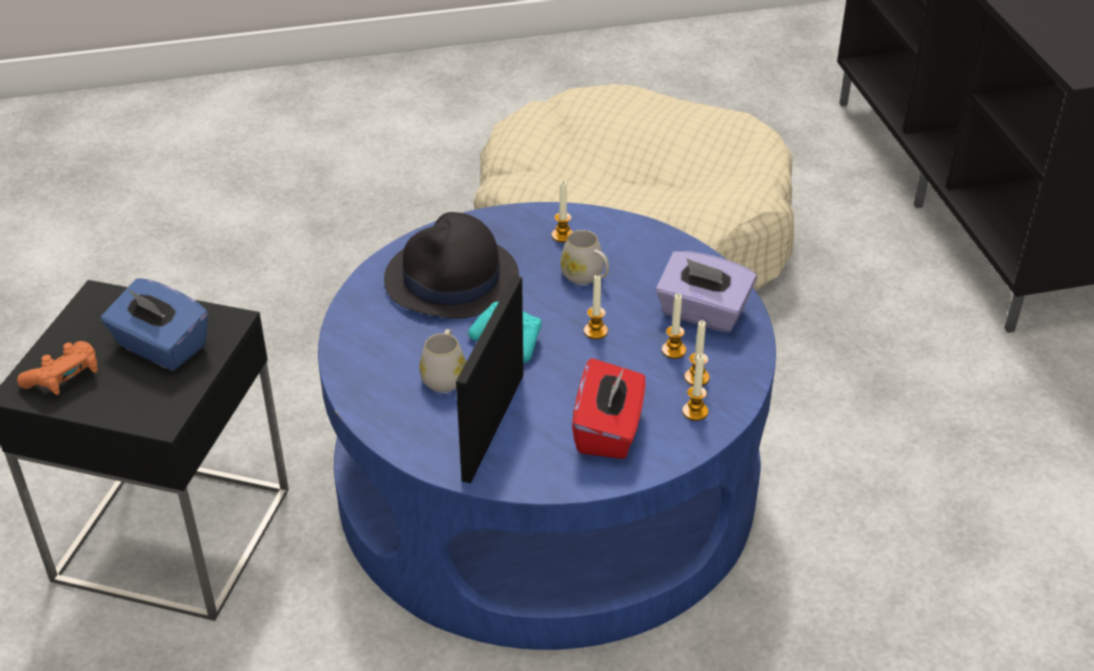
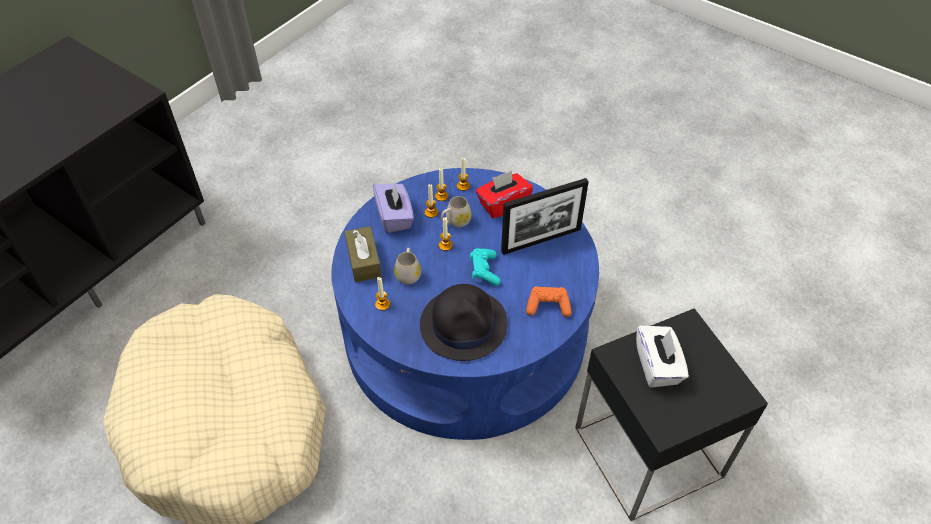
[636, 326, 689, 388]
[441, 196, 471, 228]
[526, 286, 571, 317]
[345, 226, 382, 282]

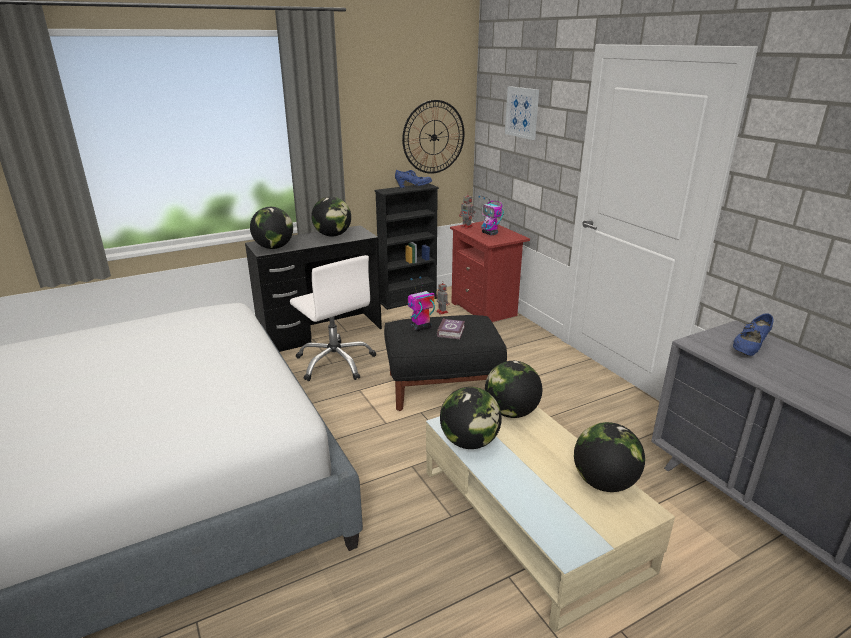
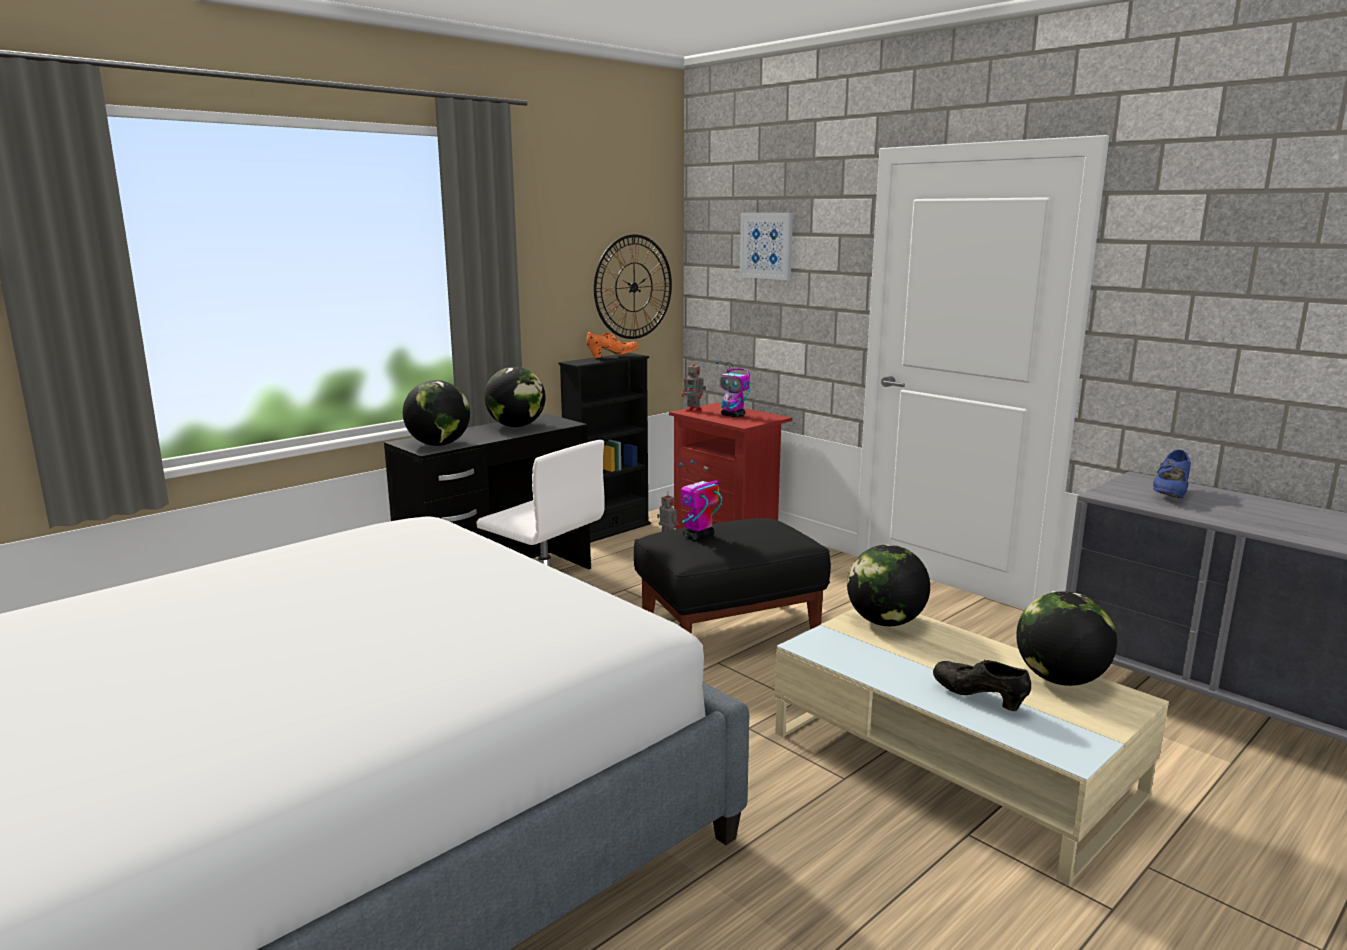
[586, 332, 639, 358]
[437, 318, 465, 339] (first image)
[440, 387, 502, 449] (first image)
[933, 660, 1031, 711]

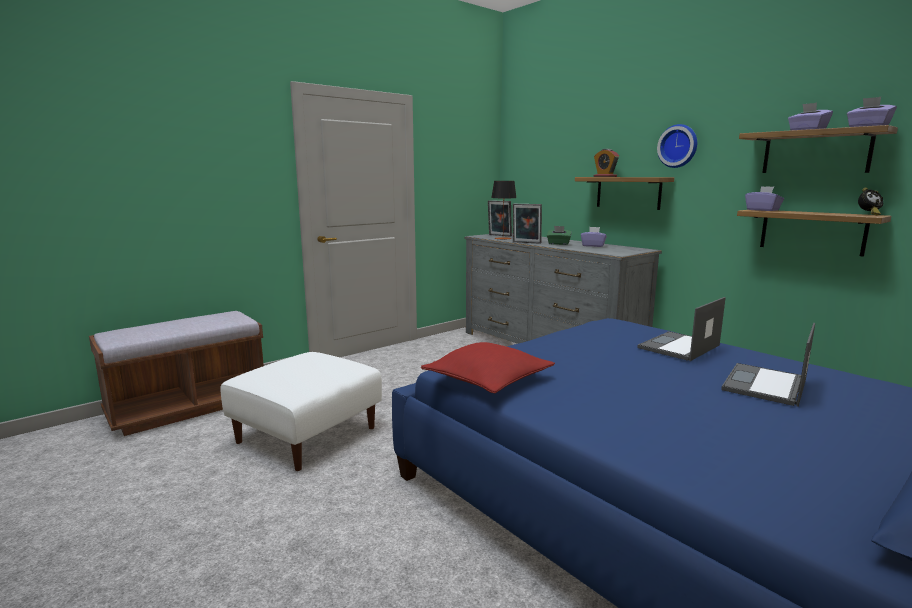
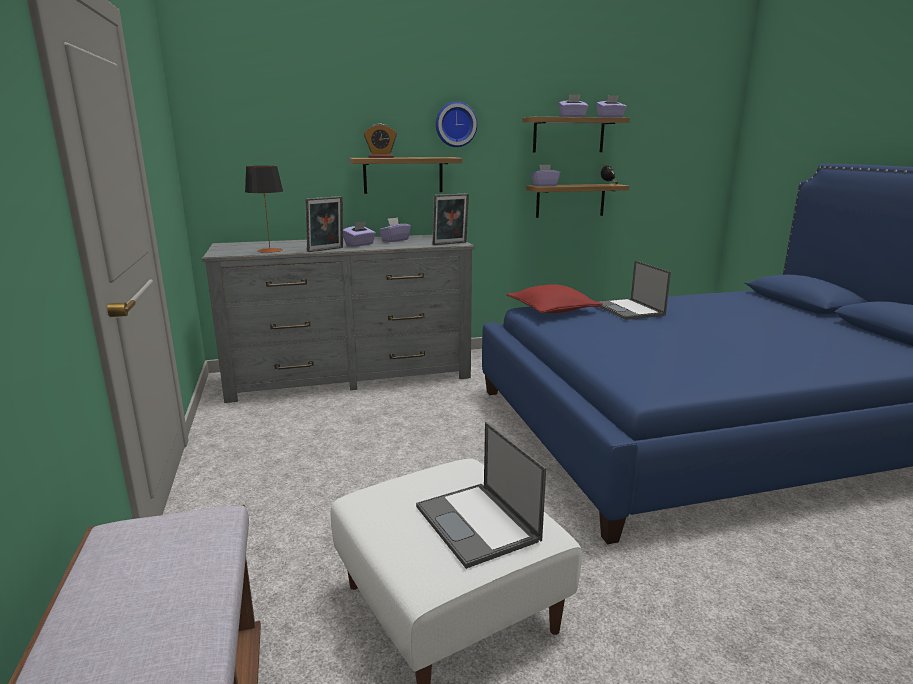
[432, 193, 469, 245]
[343, 221, 376, 247]
[416, 422, 546, 569]
[506, 284, 603, 313]

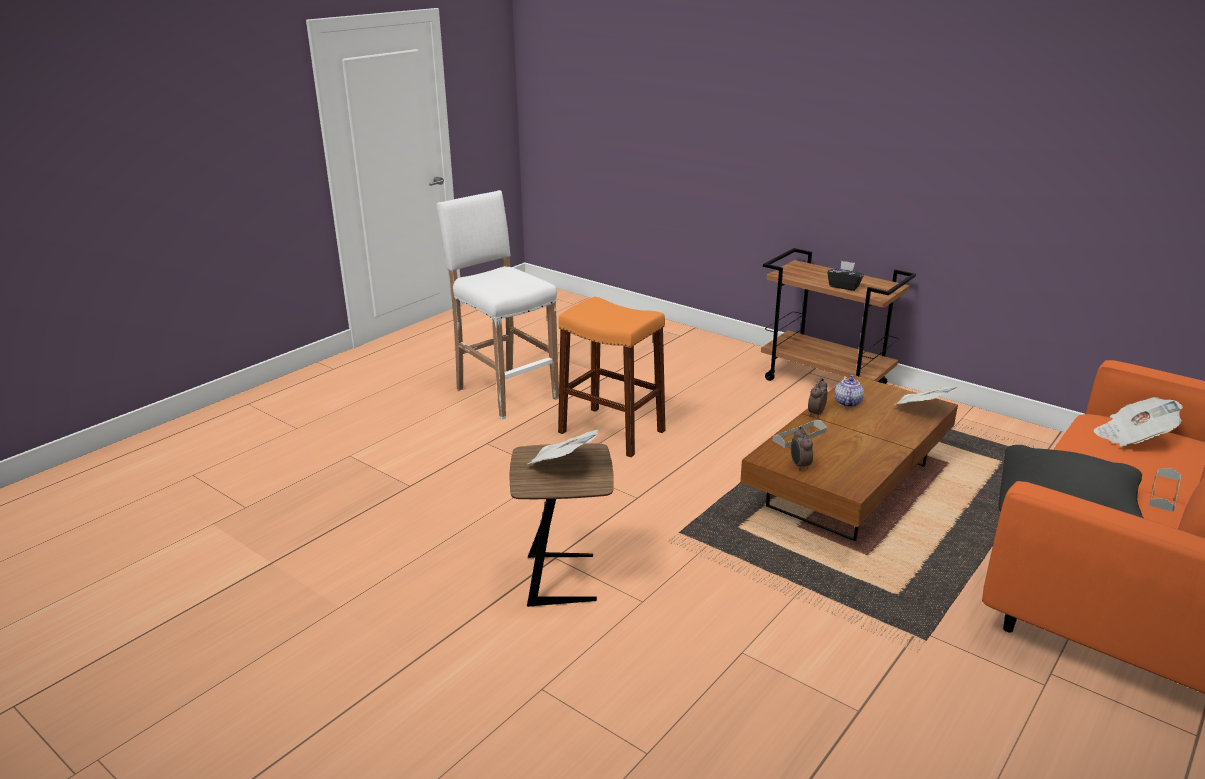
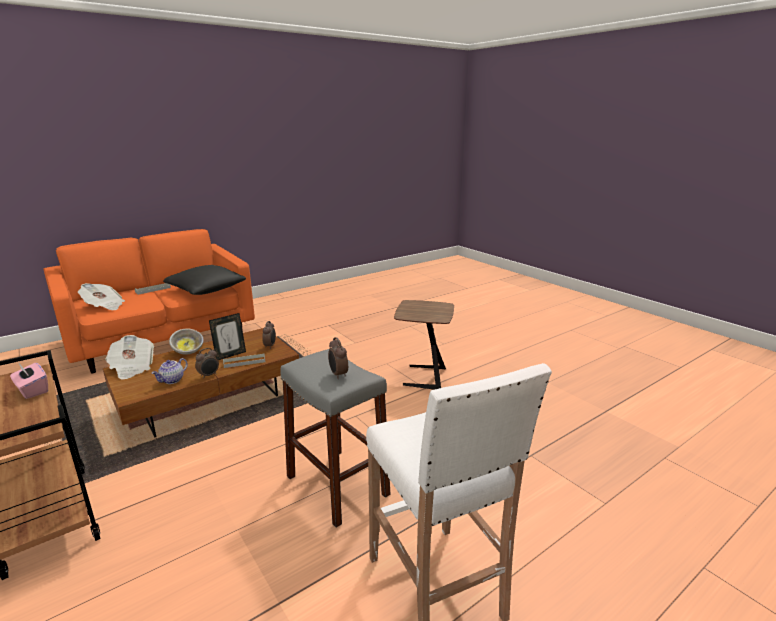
[10, 362, 48, 399]
[280, 349, 390, 528]
[528, 429, 600, 464] (first image)
[209, 313, 246, 360]
[169, 328, 204, 354]
[328, 337, 348, 379]

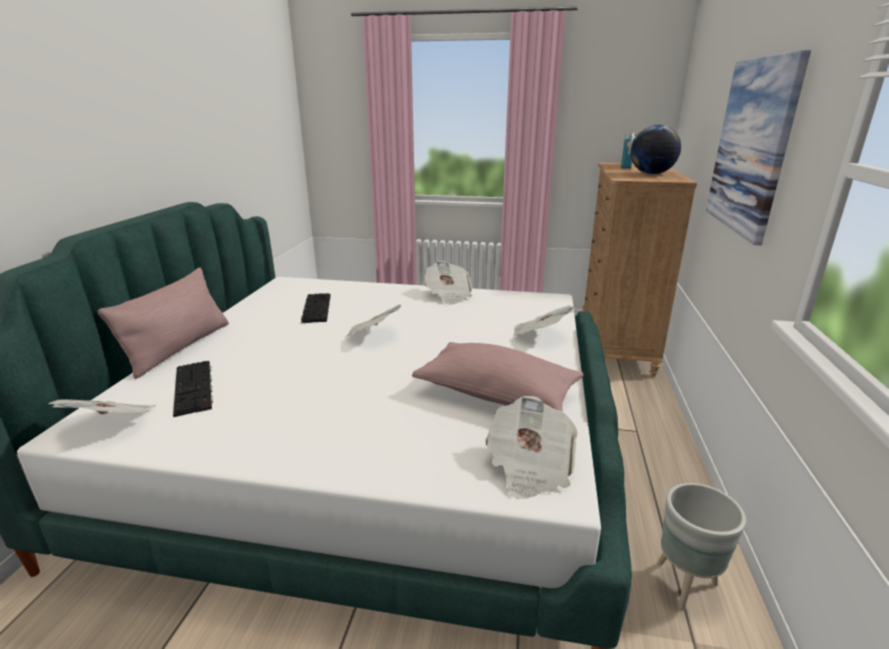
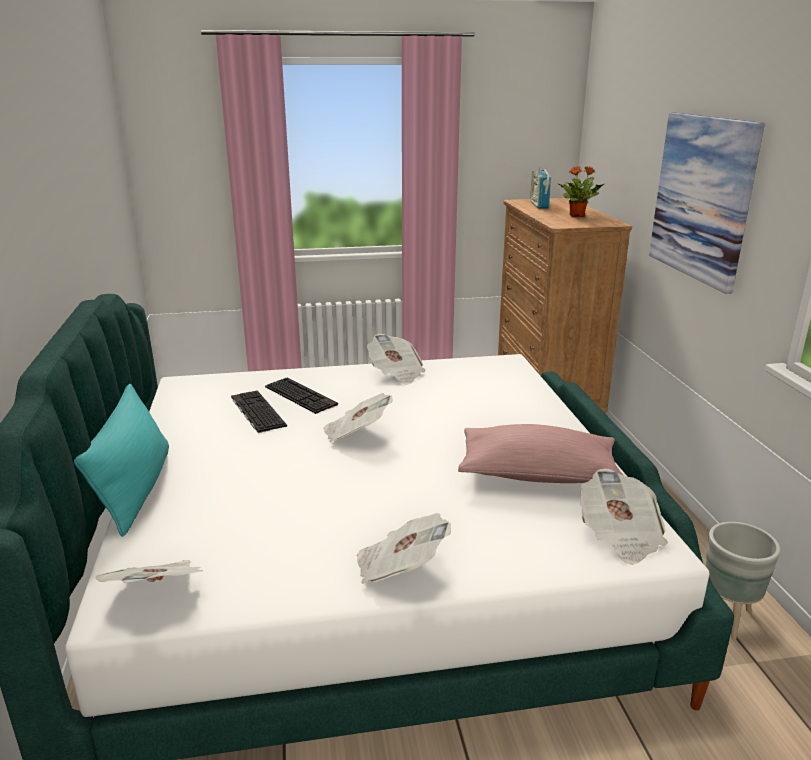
[557, 166, 604, 217]
[74, 384, 169, 537]
[357, 513, 451, 584]
[265, 378, 338, 414]

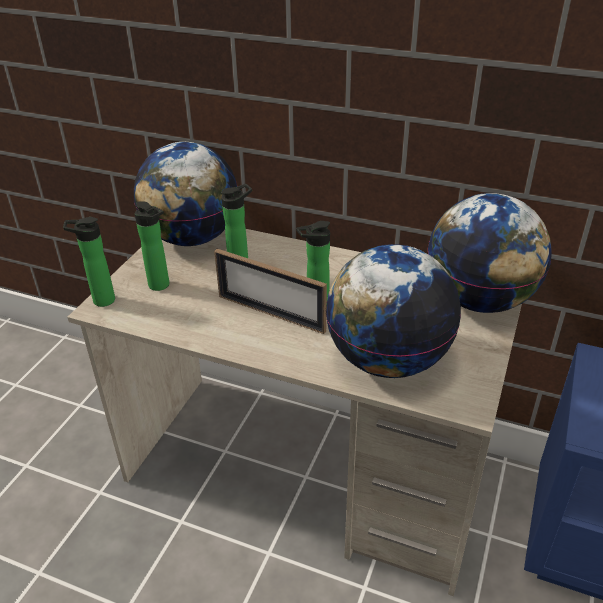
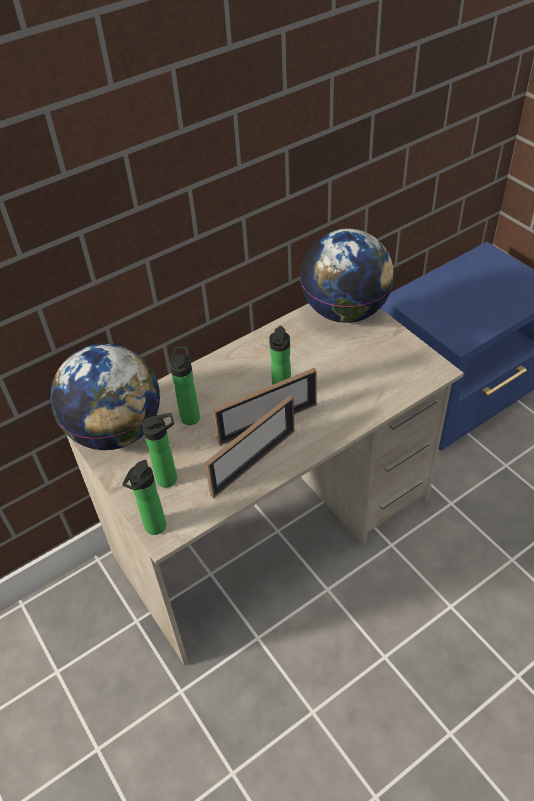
[326, 244, 461, 378] (first image)
[205, 395, 294, 498]

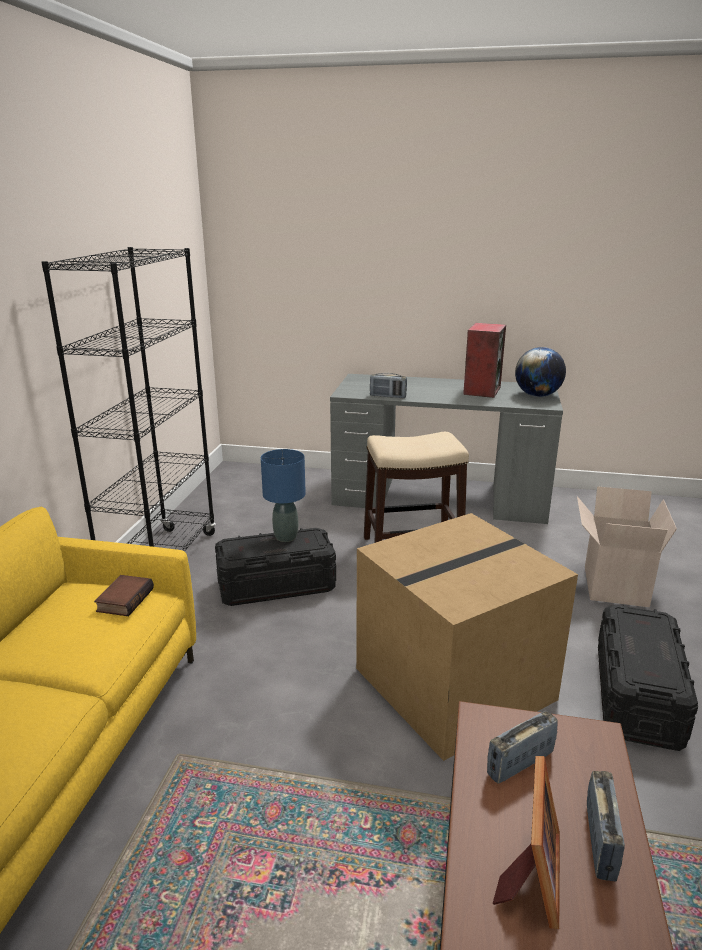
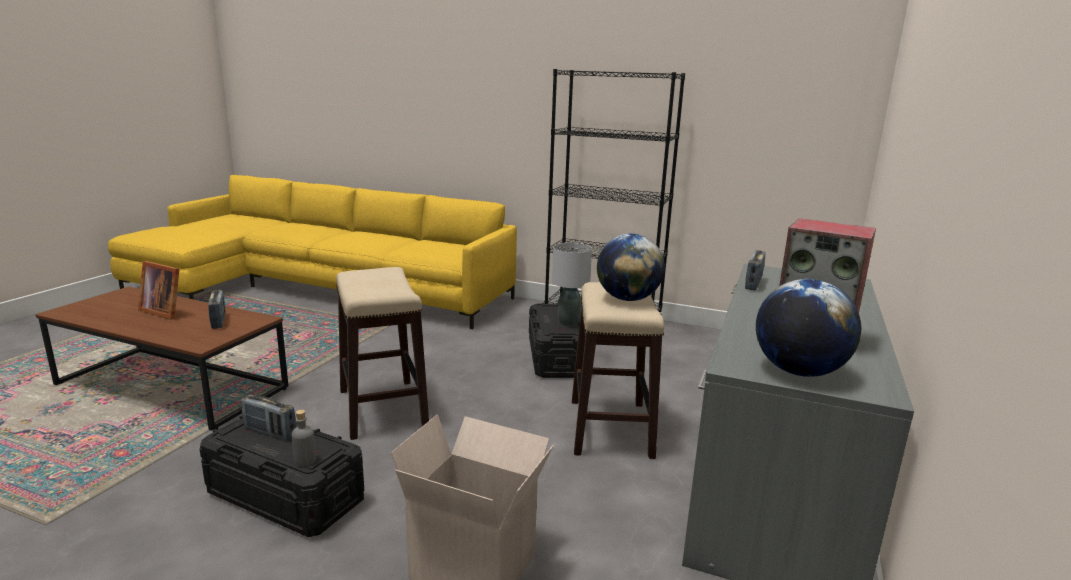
[552, 243, 592, 326]
[336, 267, 429, 440]
[94, 575, 154, 616] (first image)
[241, 395, 296, 440]
[597, 234, 665, 301]
[291, 410, 316, 467]

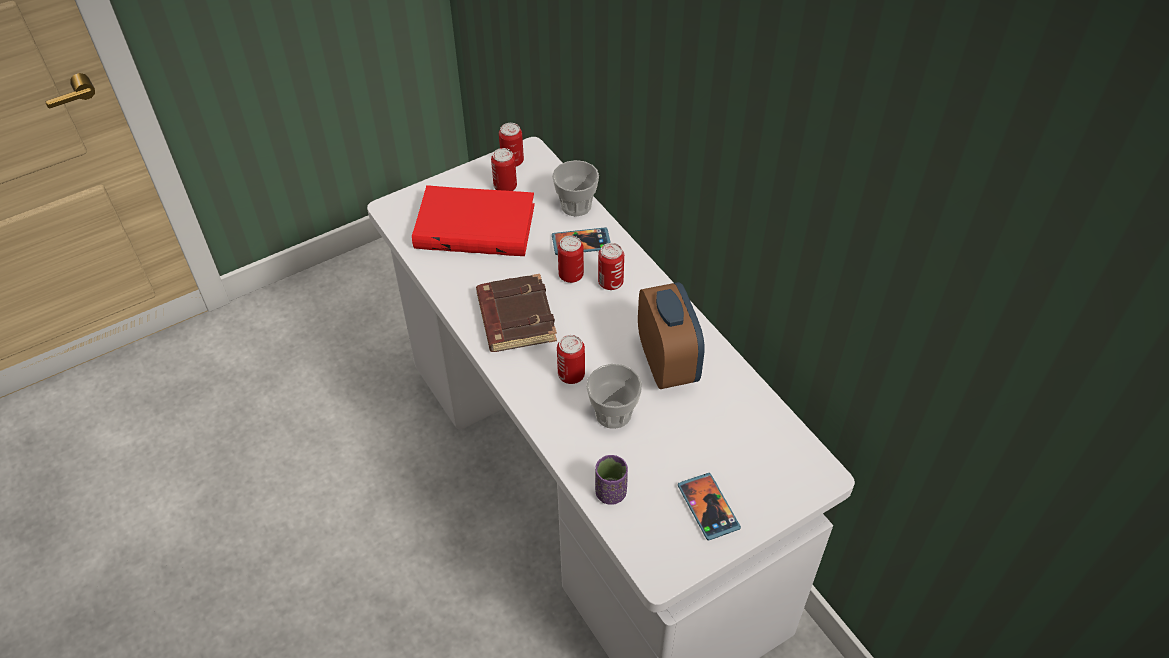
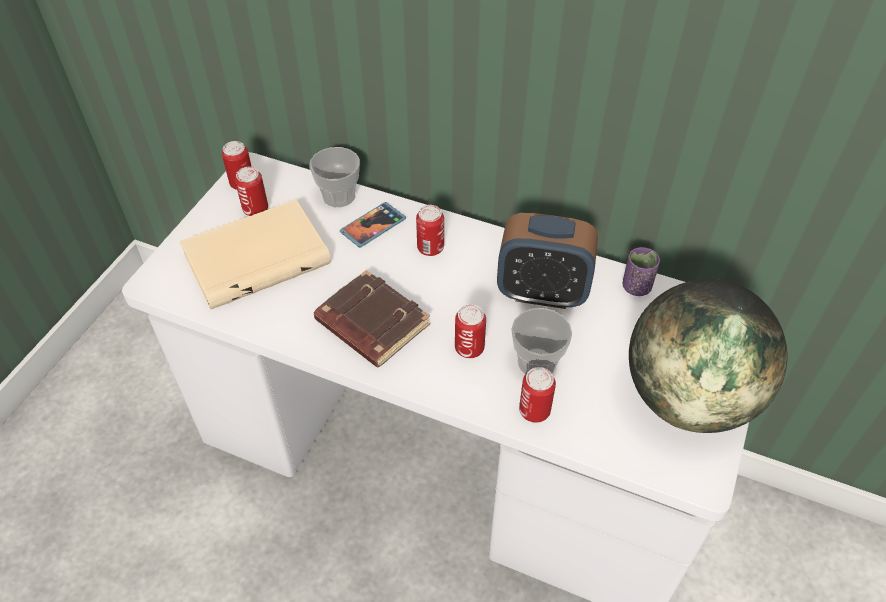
[180, 199, 331, 309]
[519, 367, 556, 423]
[497, 213, 598, 309]
[623, 247, 660, 296]
[629, 279, 787, 433]

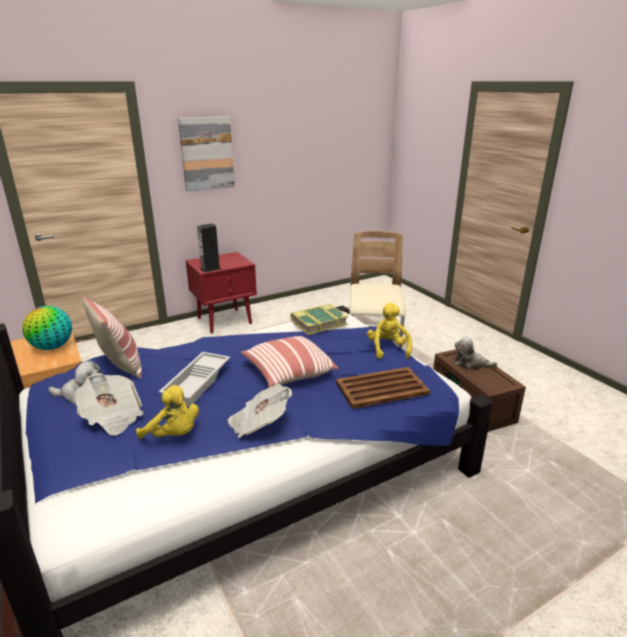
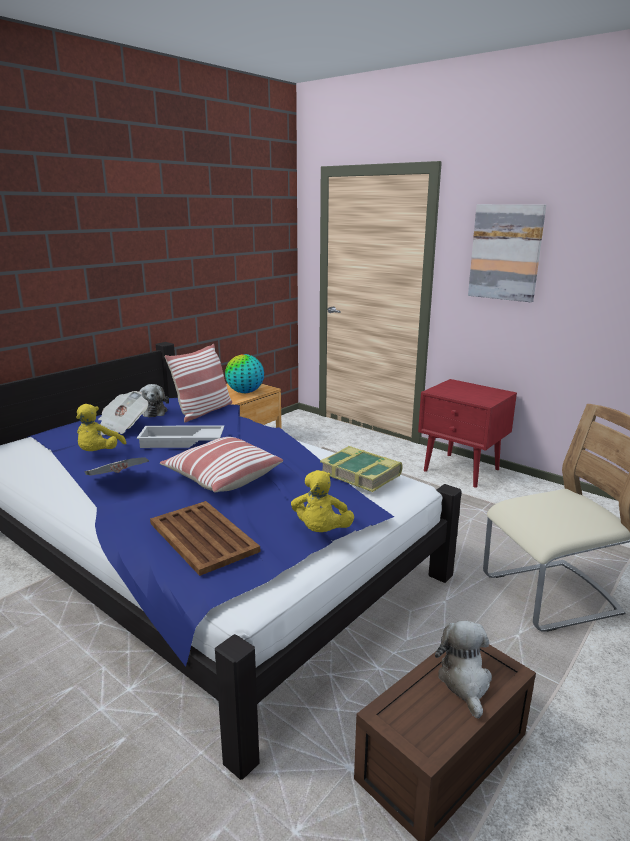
[197, 223, 221, 272] (first image)
[291, 470, 354, 532]

